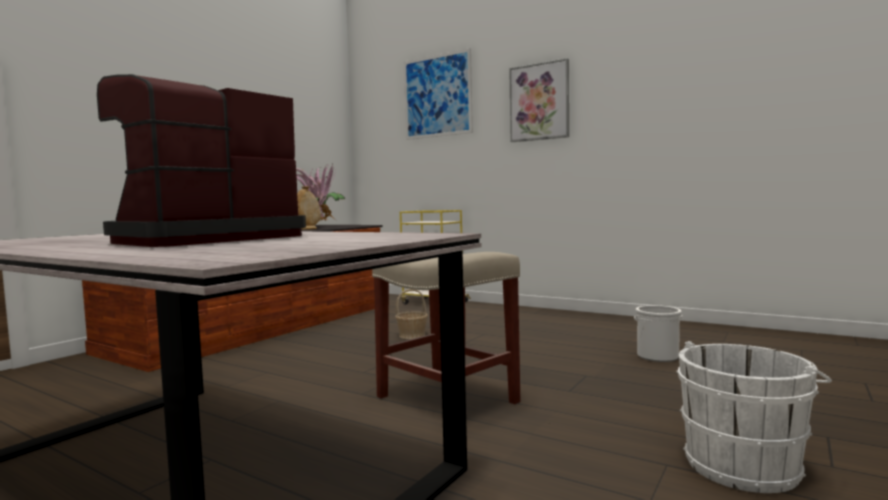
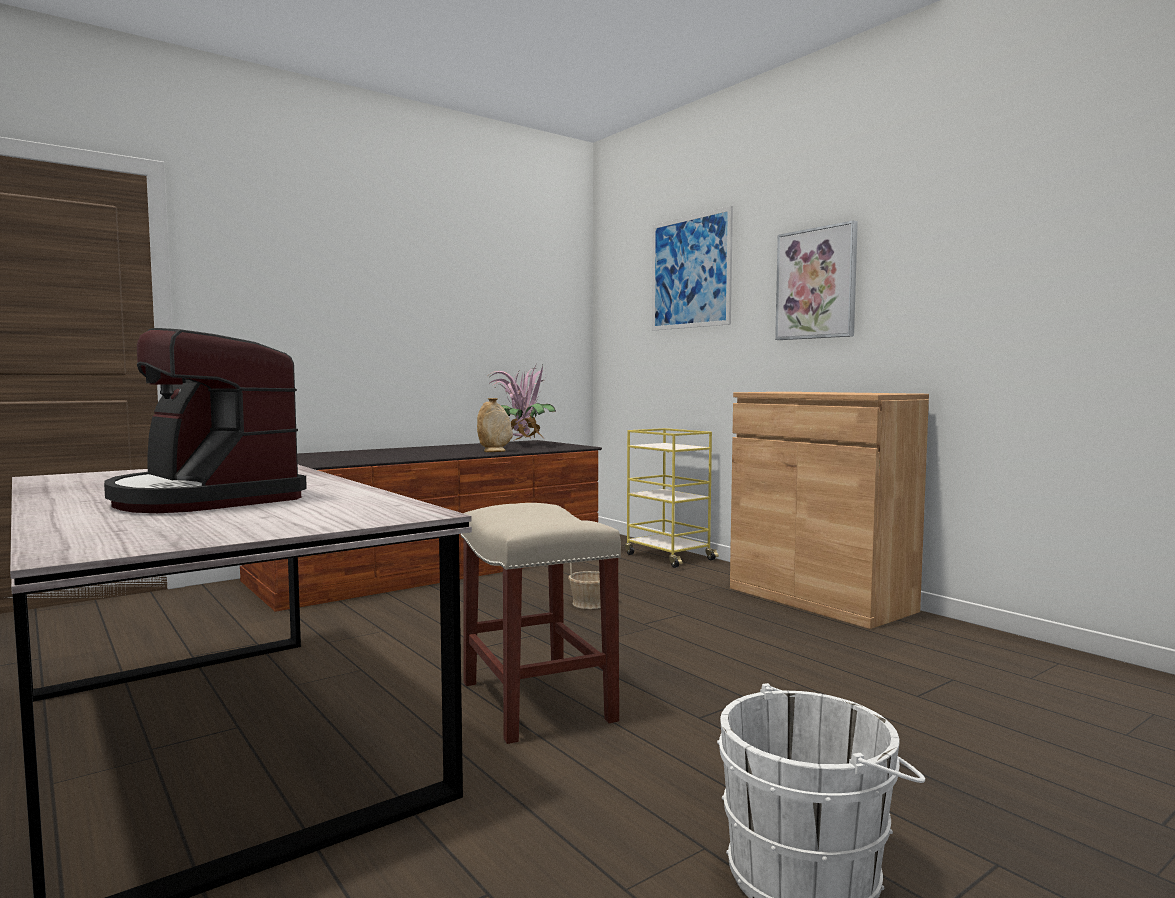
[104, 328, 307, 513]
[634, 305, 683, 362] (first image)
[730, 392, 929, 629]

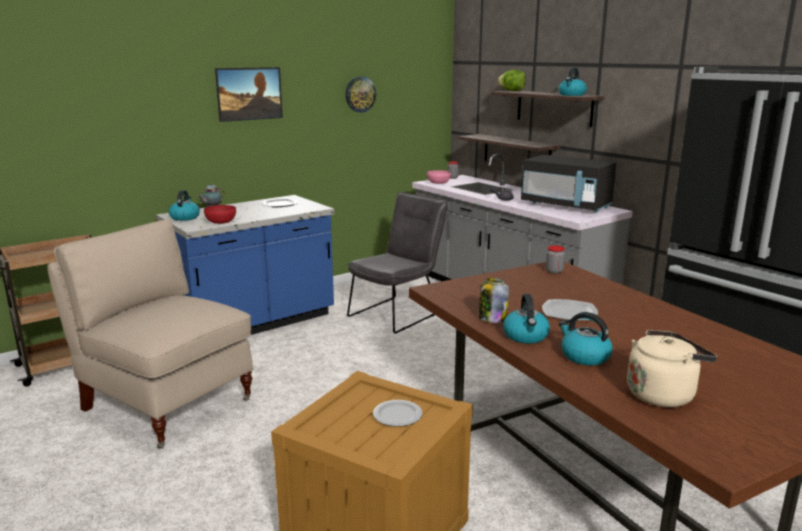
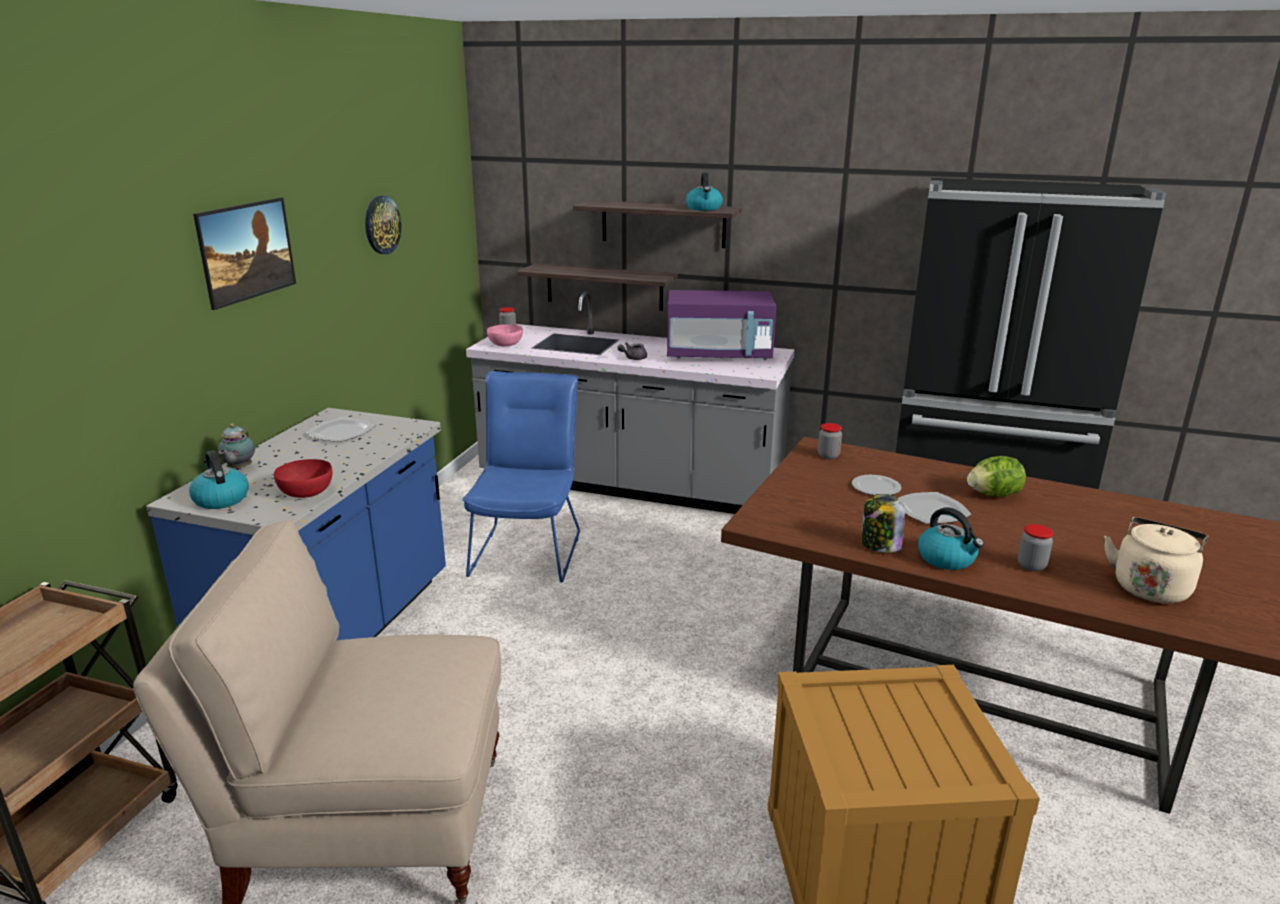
[967, 456, 1026, 497]
[667, 290, 776, 360]
[462, 371, 580, 583]
[1018, 524, 1053, 571]
[852, 475, 902, 495]

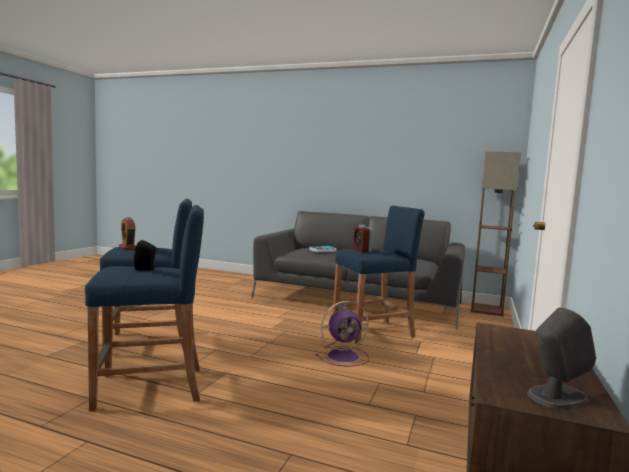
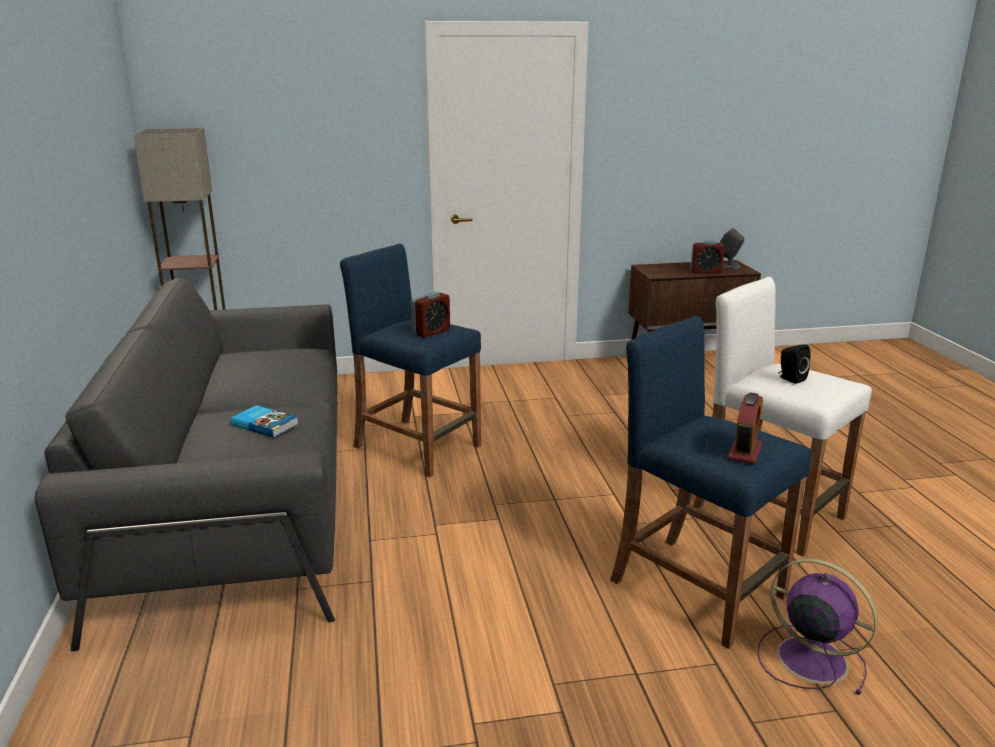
[693, 277, 872, 556]
[757, 558, 877, 695]
[691, 240, 725, 273]

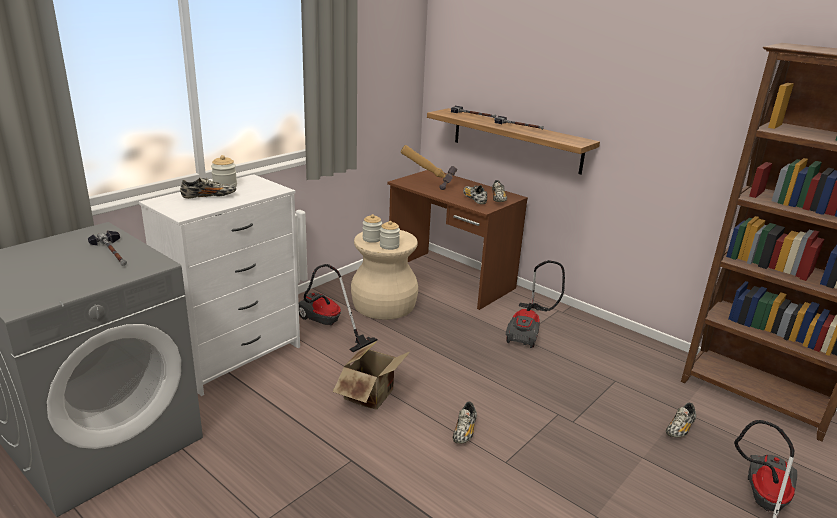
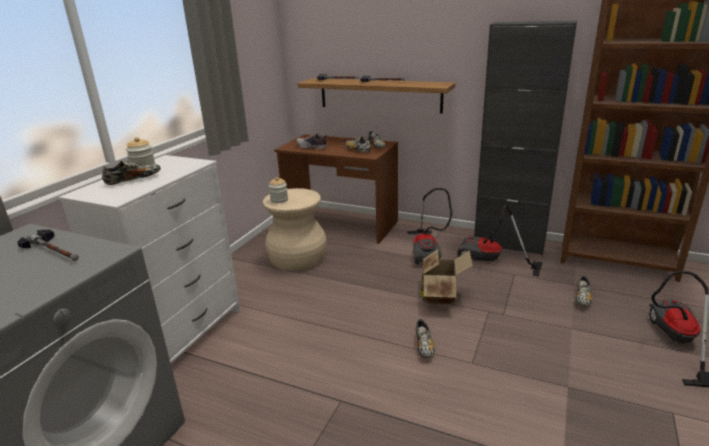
[296, 133, 327, 149]
[380, 221, 400, 250] (first image)
[458, 205, 543, 277]
[421, 249, 473, 305]
[474, 21, 577, 255]

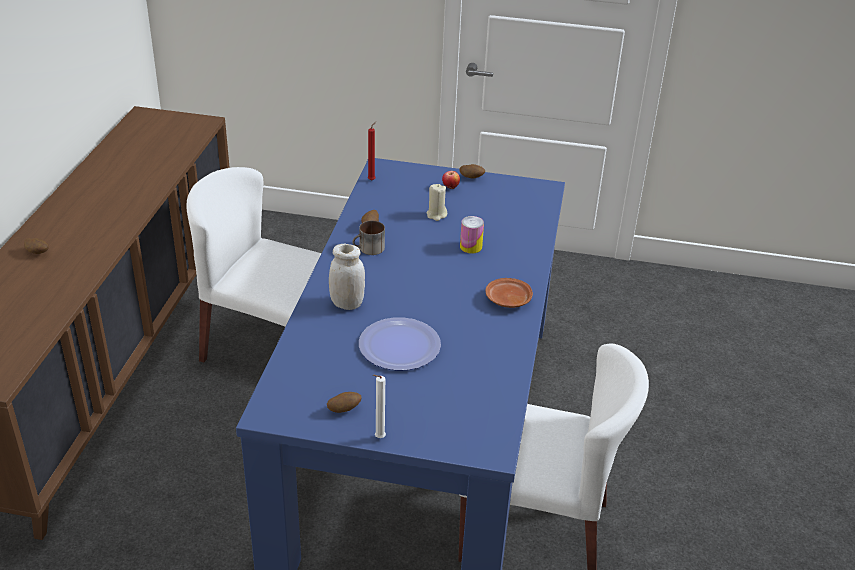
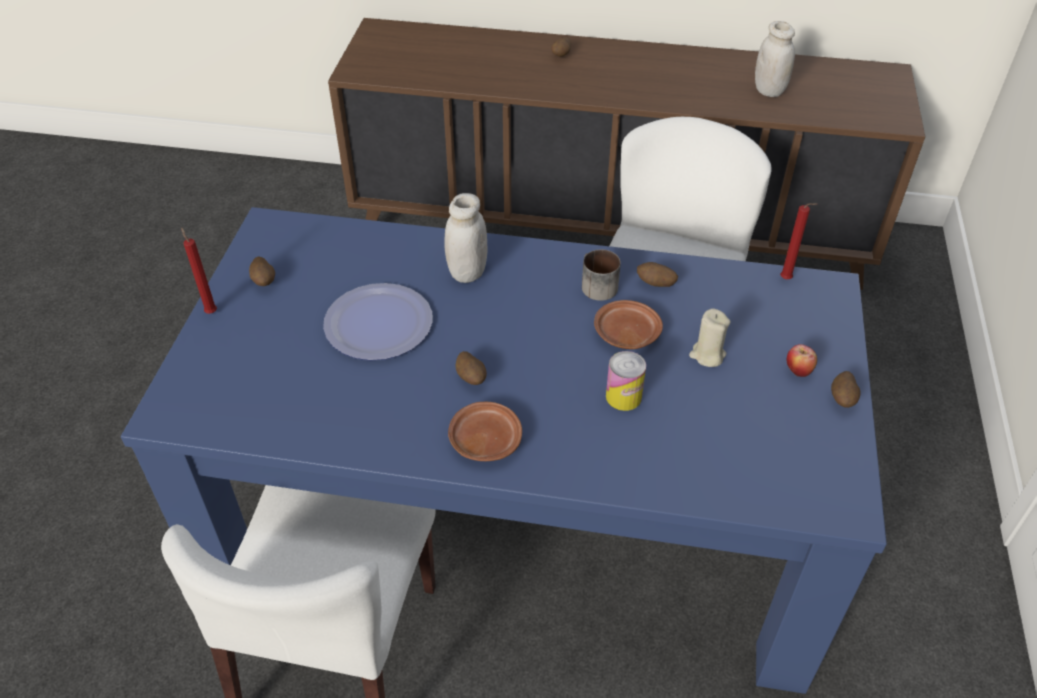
[181, 227, 217, 314]
[755, 21, 795, 97]
[594, 300, 663, 349]
[455, 351, 487, 385]

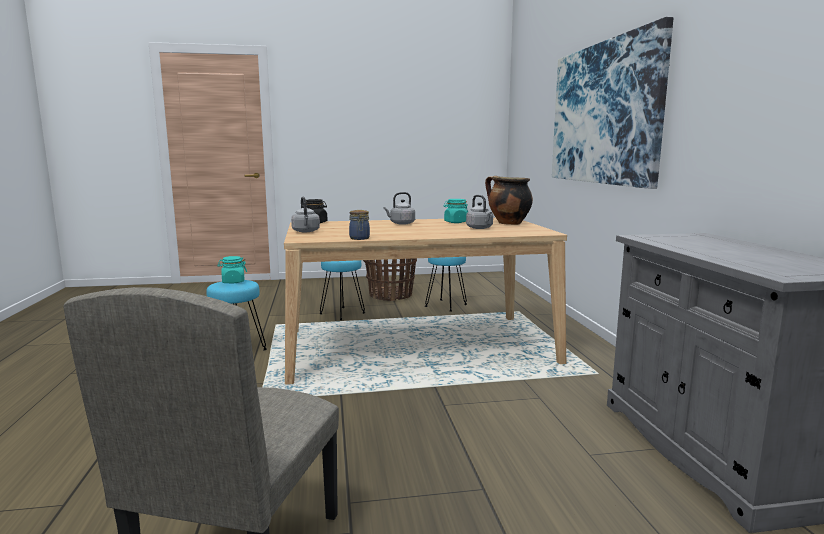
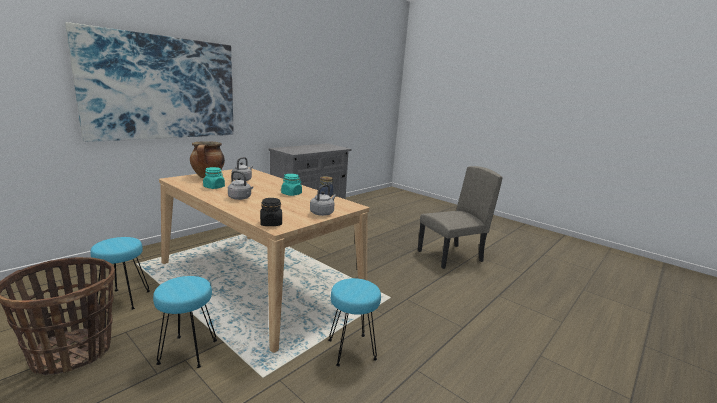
[281, 174, 302, 196]

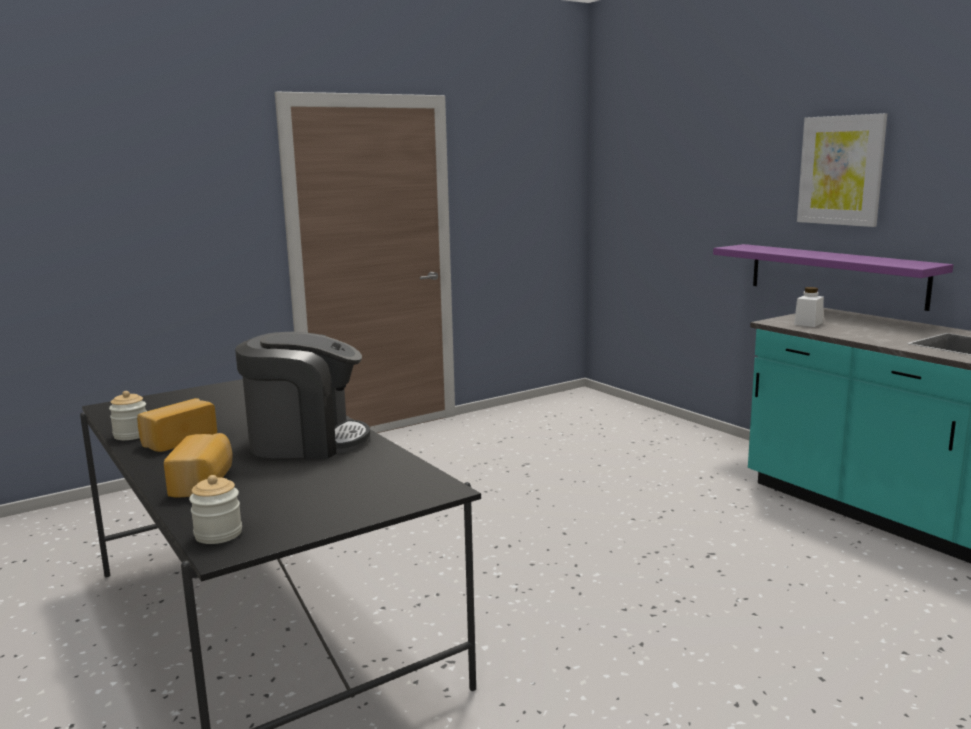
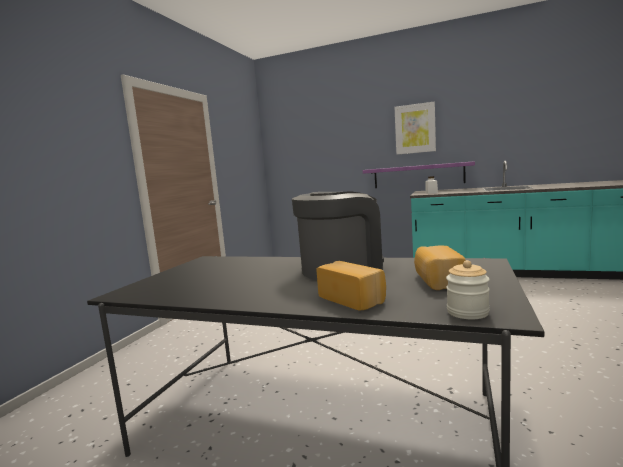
[109, 391, 147, 440] (first image)
[414, 245, 465, 290]

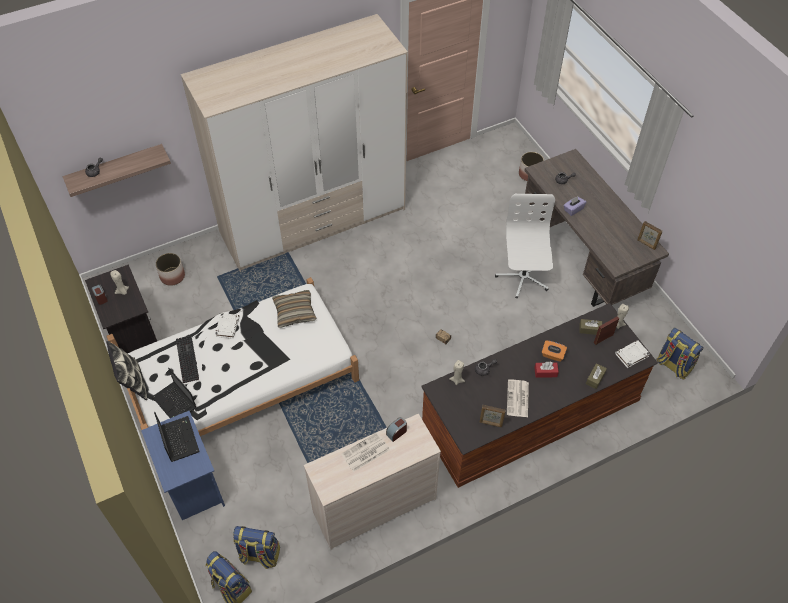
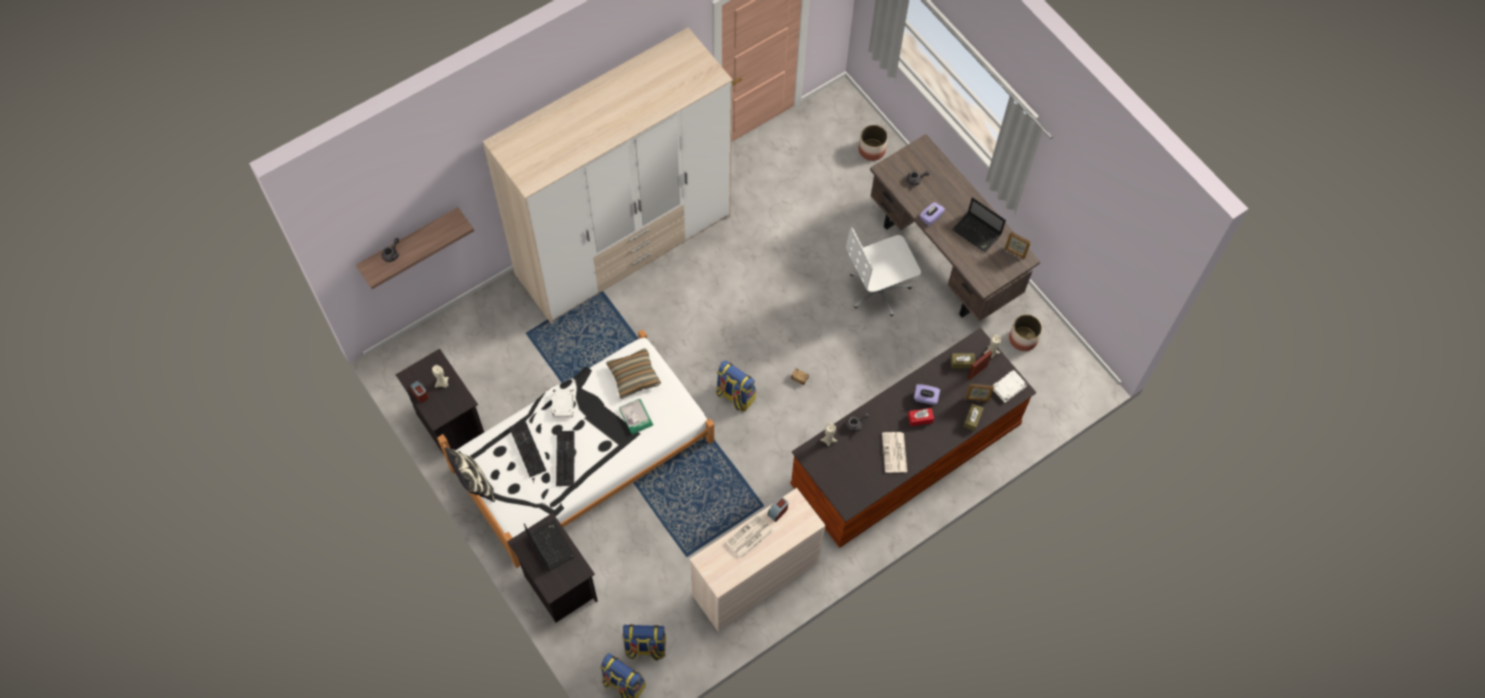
[846, 227, 921, 317]
[1009, 314, 1042, 351]
[716, 360, 756, 412]
[914, 384, 940, 405]
[952, 197, 1006, 253]
[966, 383, 994, 402]
[507, 513, 598, 623]
[619, 399, 653, 435]
[556, 431, 575, 486]

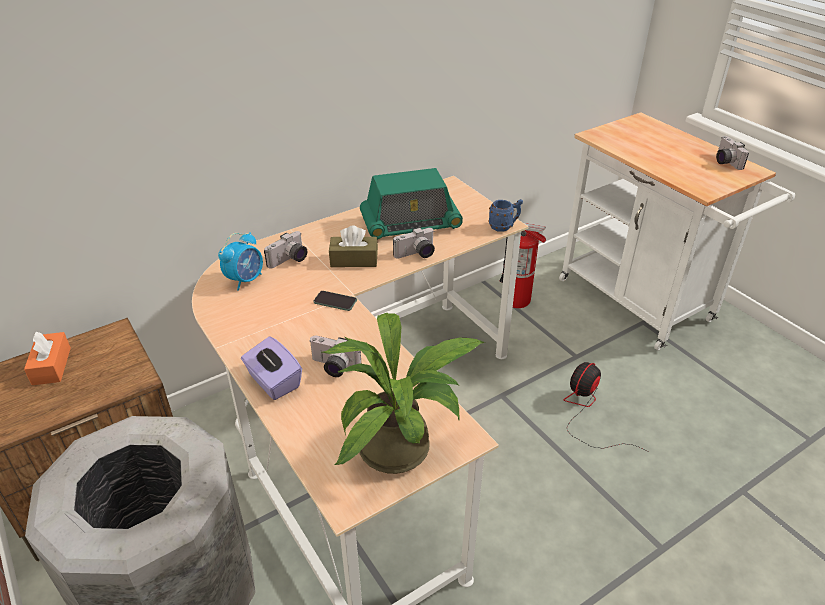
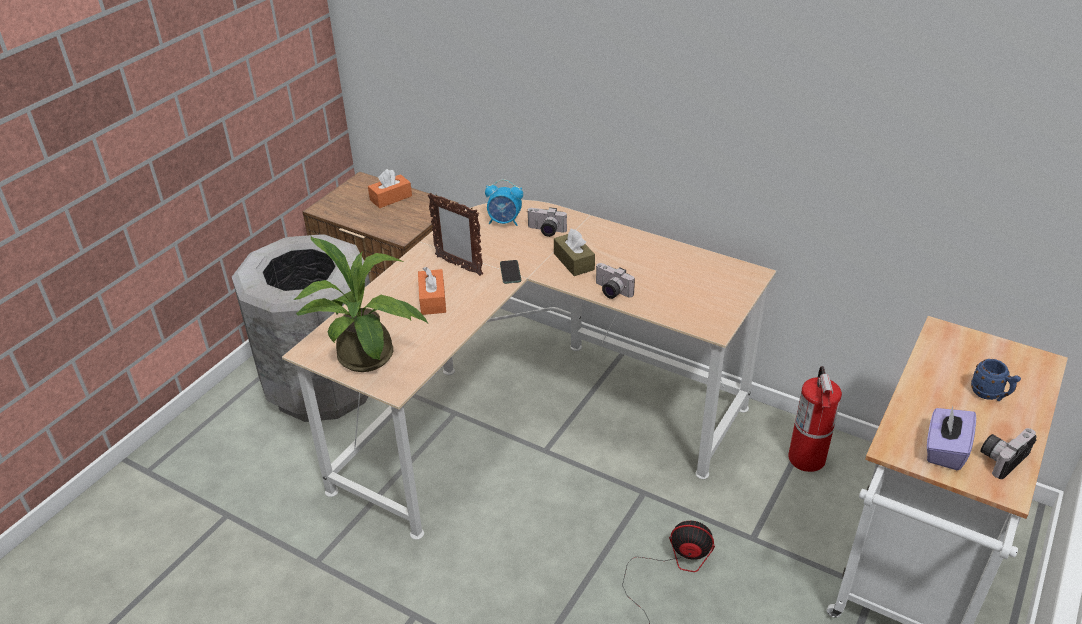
[360, 168, 463, 240] (first image)
[971, 359, 1021, 401]
[418, 267, 446, 315]
[927, 405, 976, 470]
[428, 193, 483, 276]

